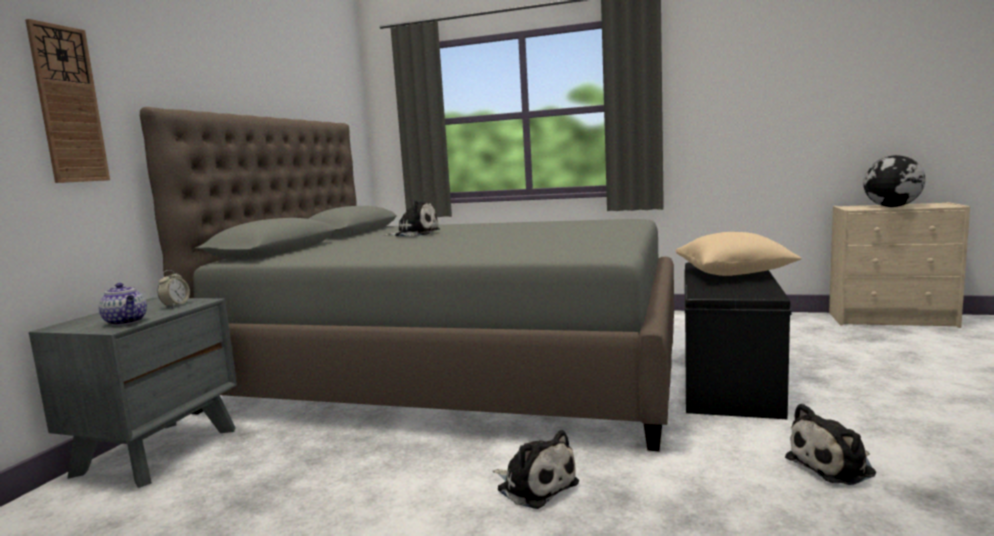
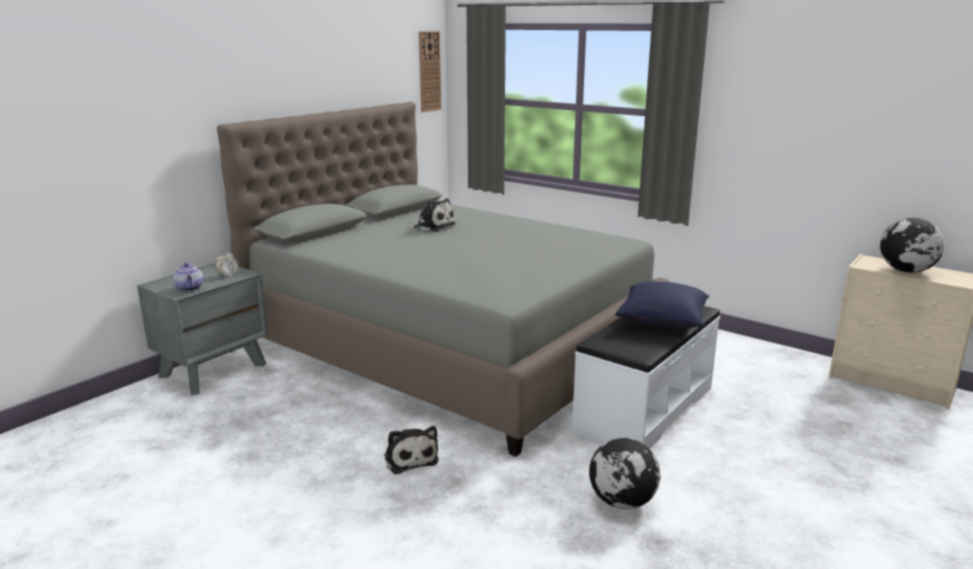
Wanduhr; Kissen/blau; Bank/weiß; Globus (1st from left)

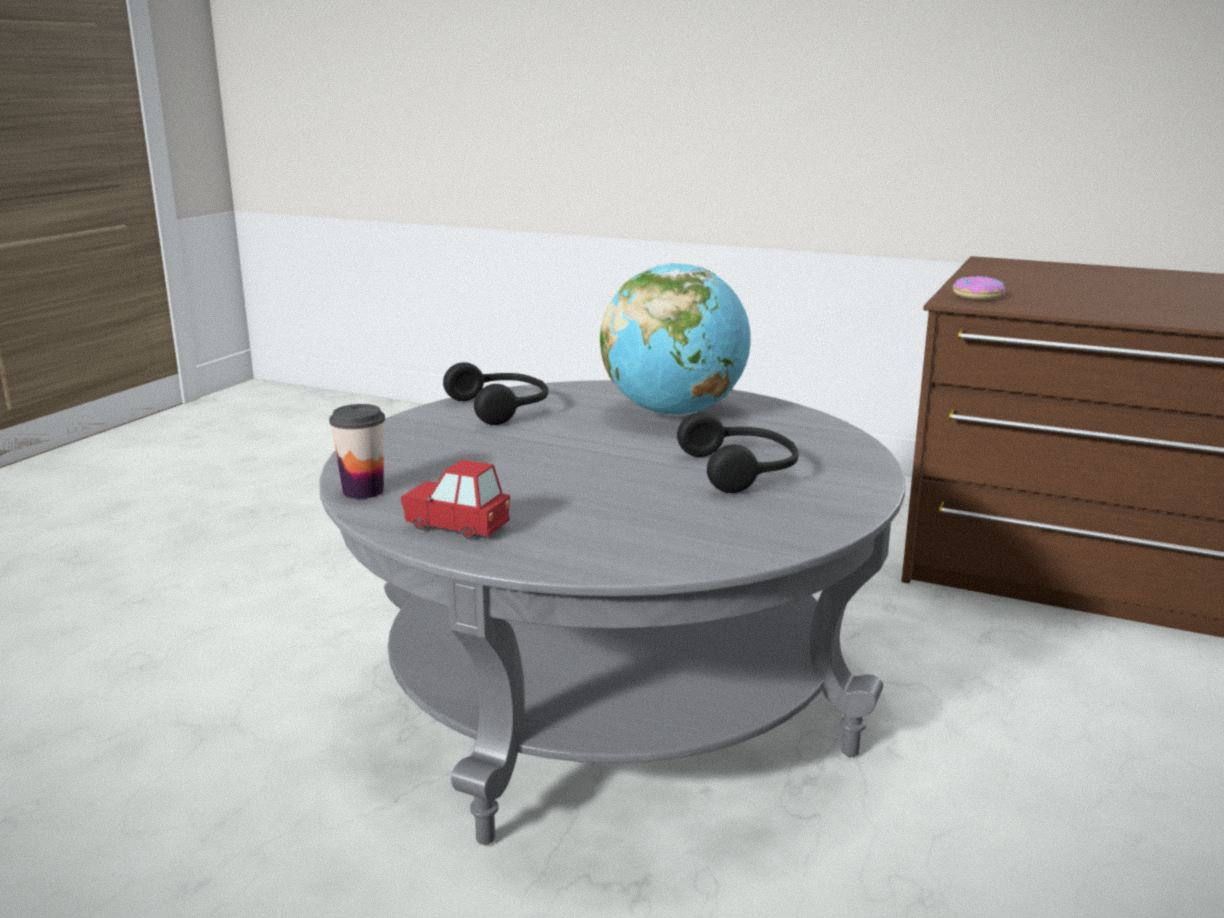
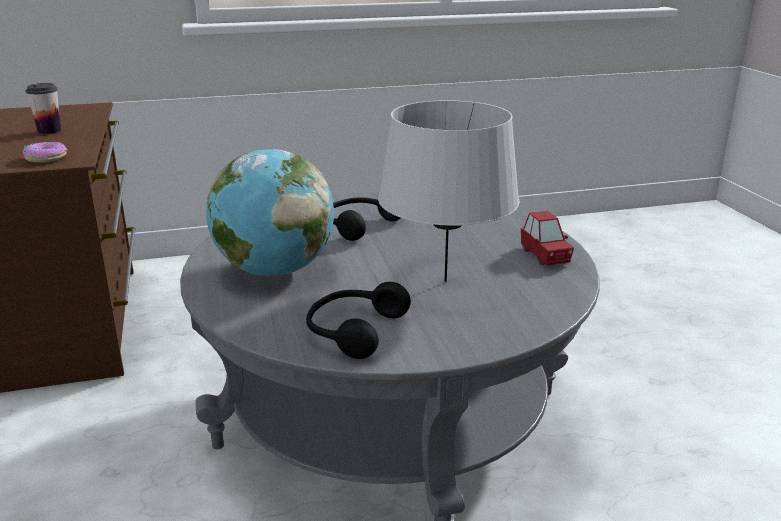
Tasse; Tischlampe/grau

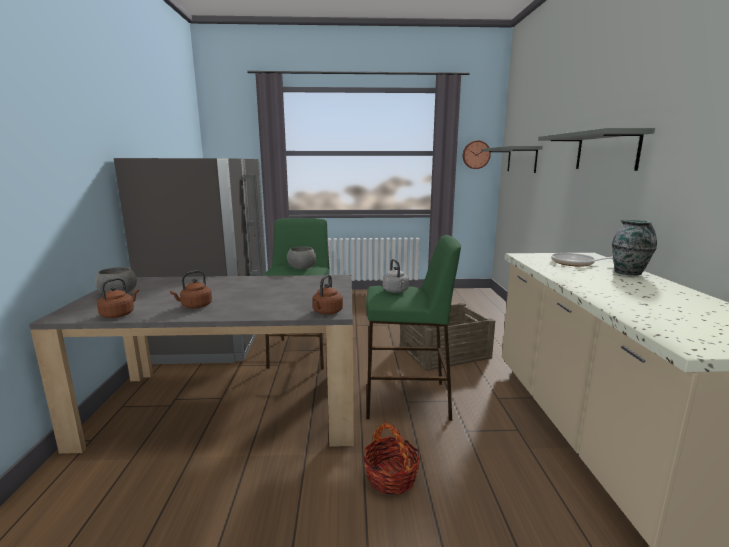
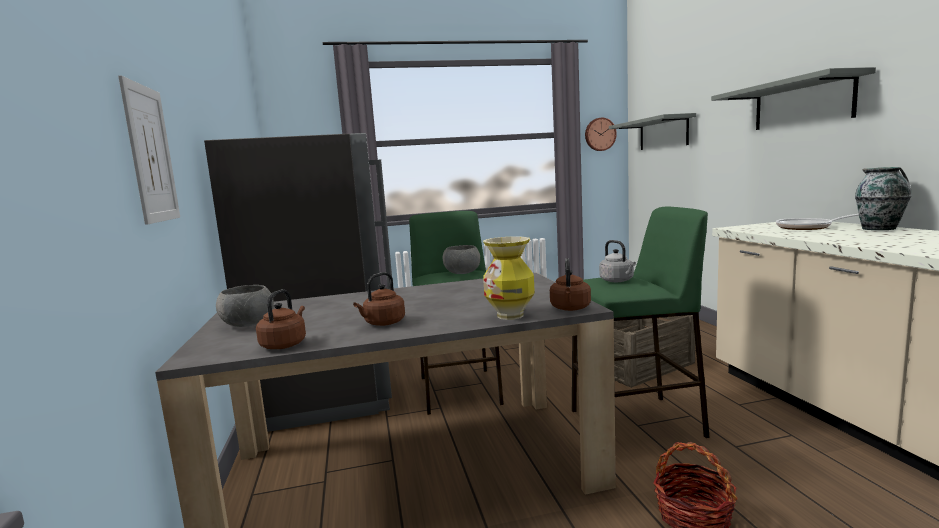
Bild; Vase (1st from left)

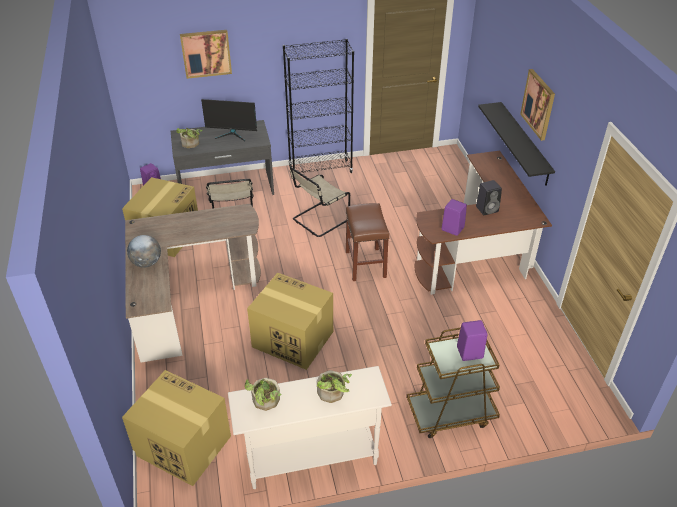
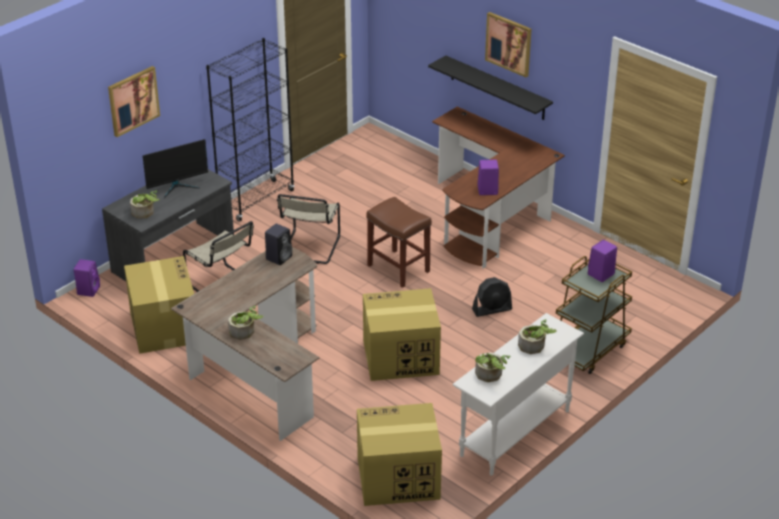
Lautsprecher/schwarz; Topfpflanze (2nd from left); Ventilator/schwarz

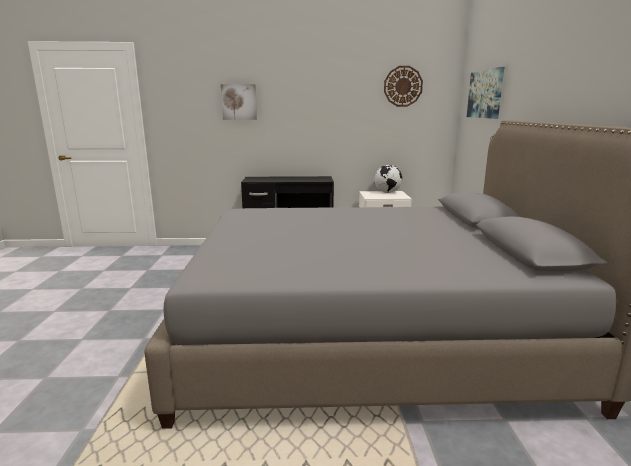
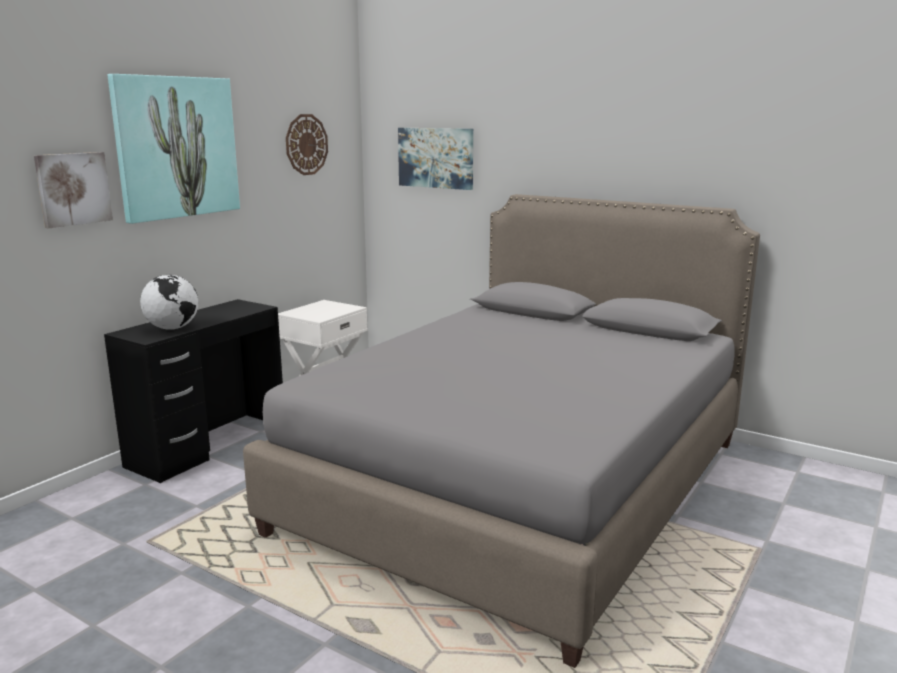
Globus; Bild (2nd from left)

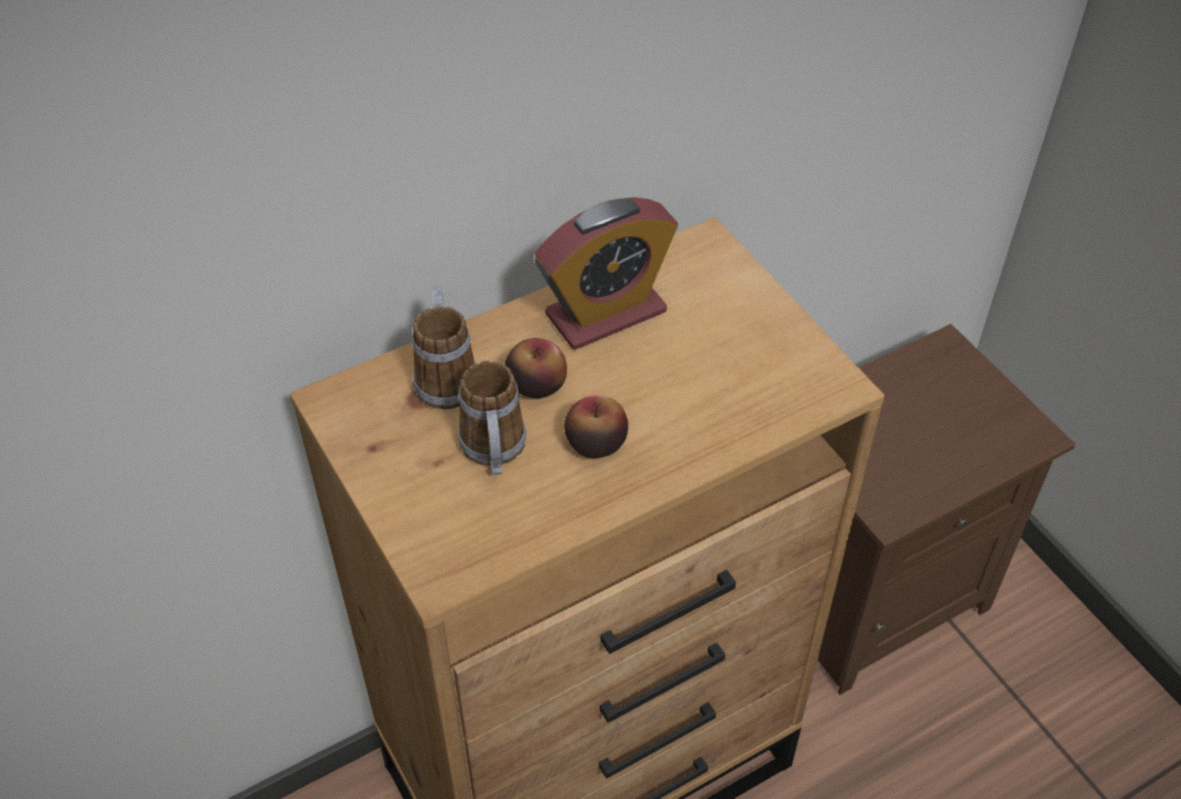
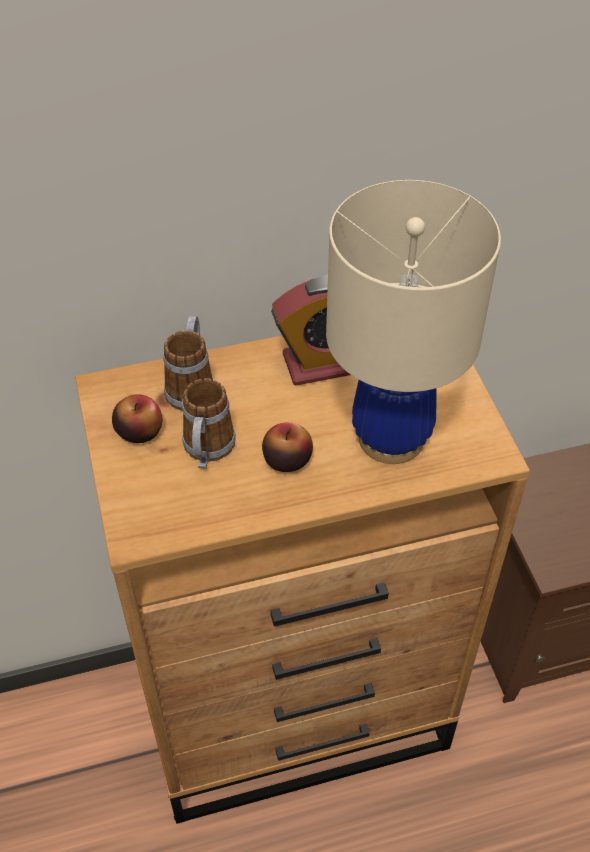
Apfel (1st from left); Tischlampe/beige

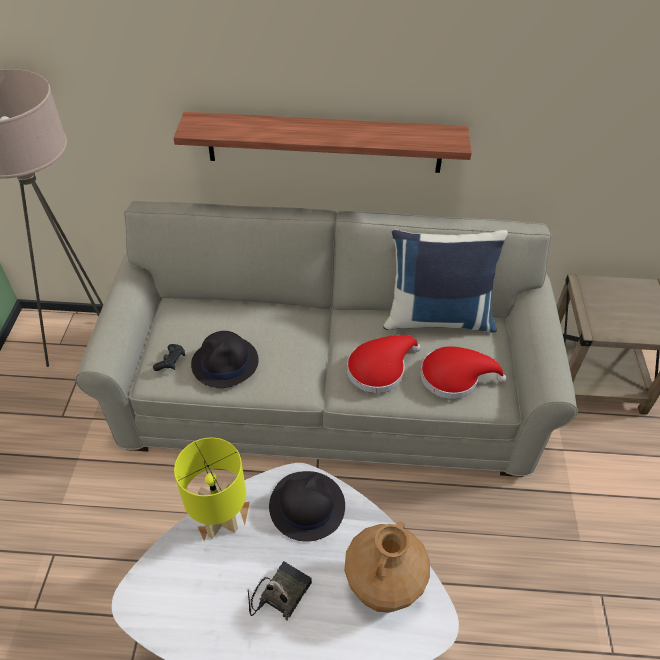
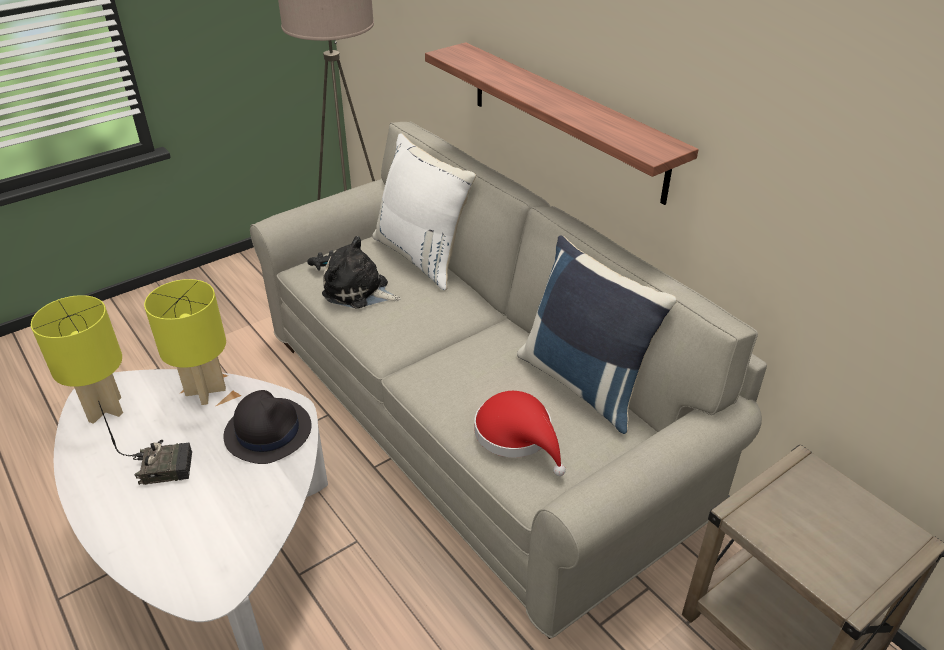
Plüschtier; Hut/rot (1st from left in the first image); Vase/braun; Kissen/weiß; Tischlampe/gelb (1st from left)

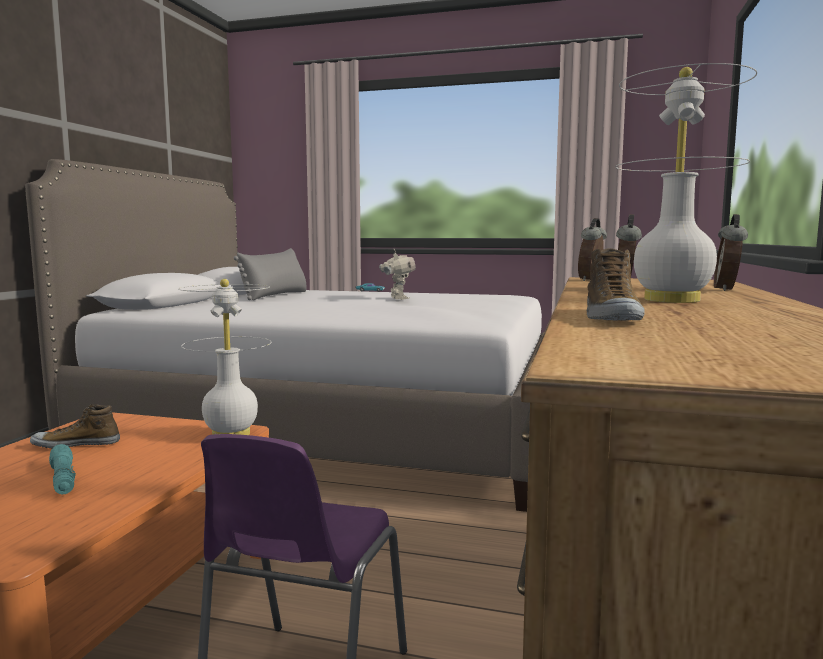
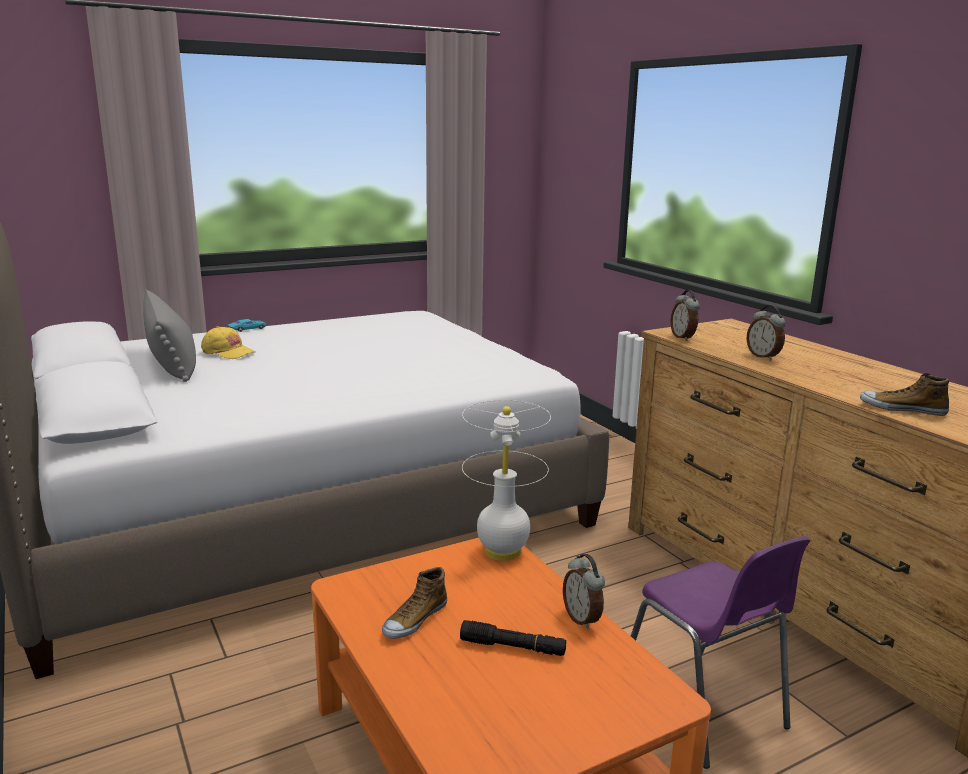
Tischlampe/weiß (2nd from left in the first image); Wecker (1st from left); Spielzeugroboter; Schuh (2nd from left); Taschenlampe/schwarz; Kappe/gelb

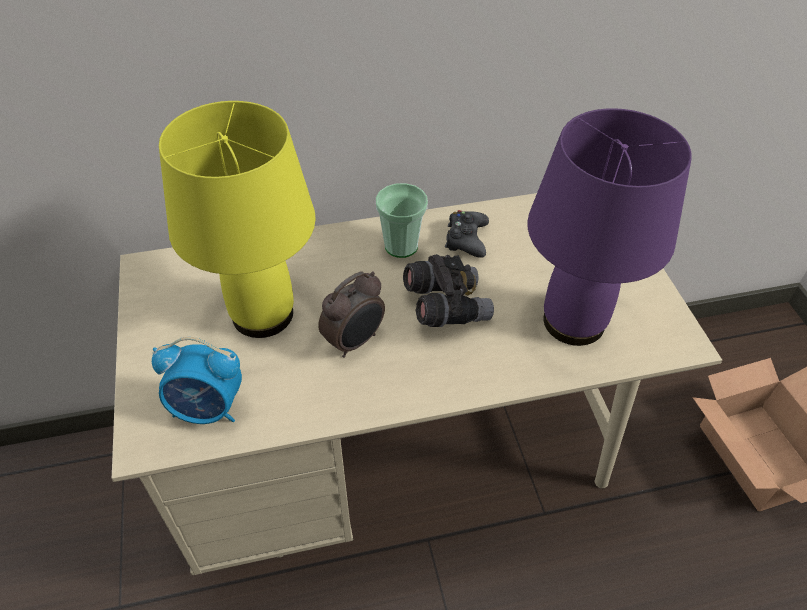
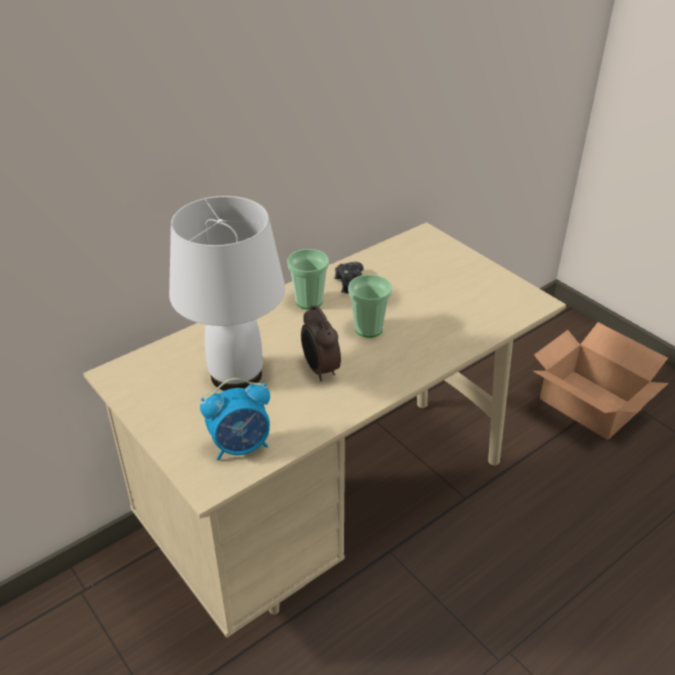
Tischlampe/weiß; Tischlampe/lila; Tasse (2nd from left); Wecker (2nd from left)

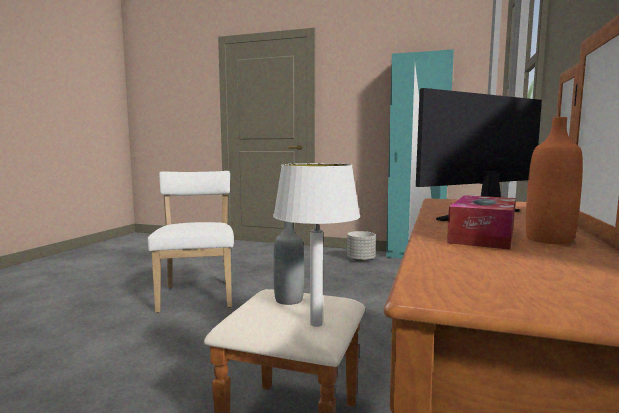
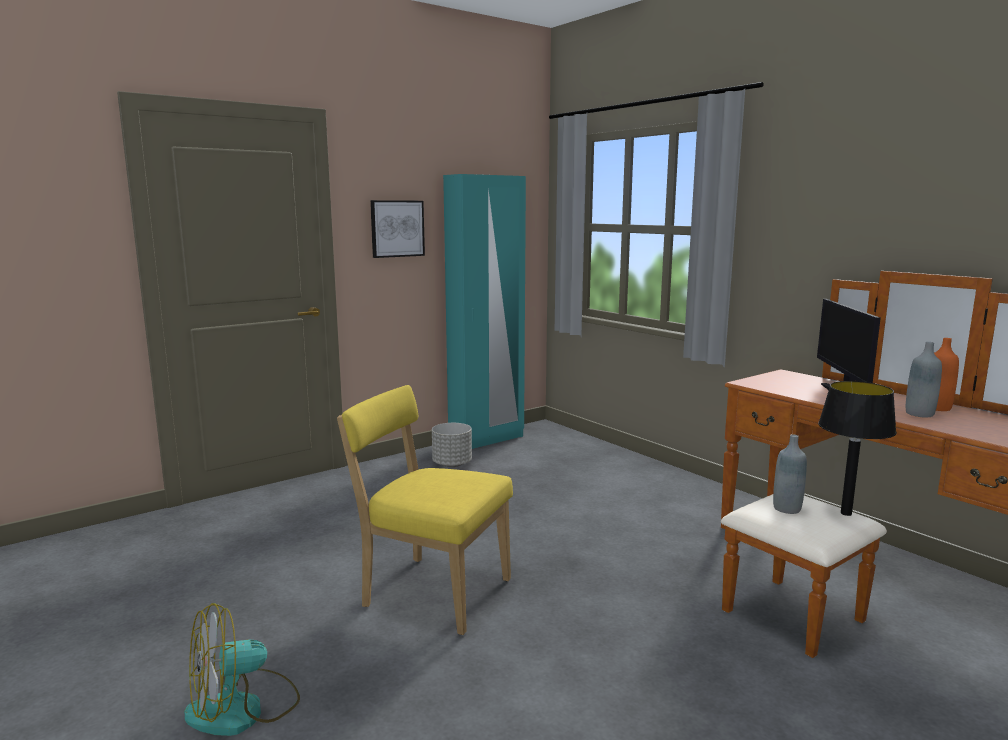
Tischlampe/schwarz; Stuhl/gelb; Flasche/grau (2nd from left); Bild; Ventilator

